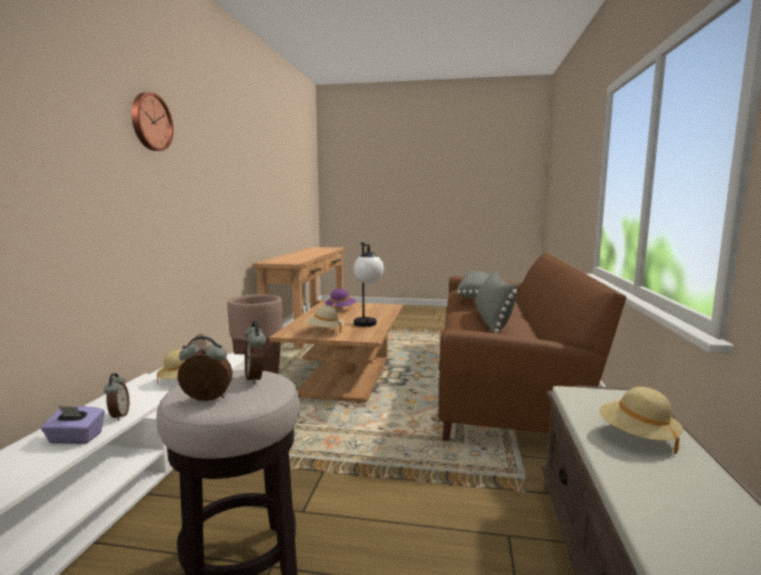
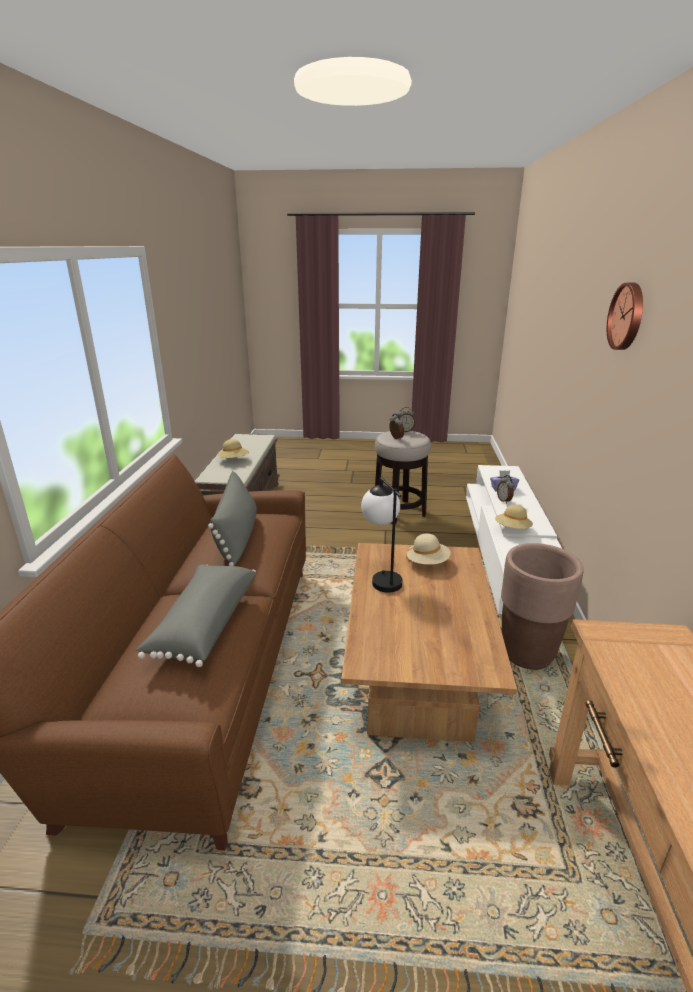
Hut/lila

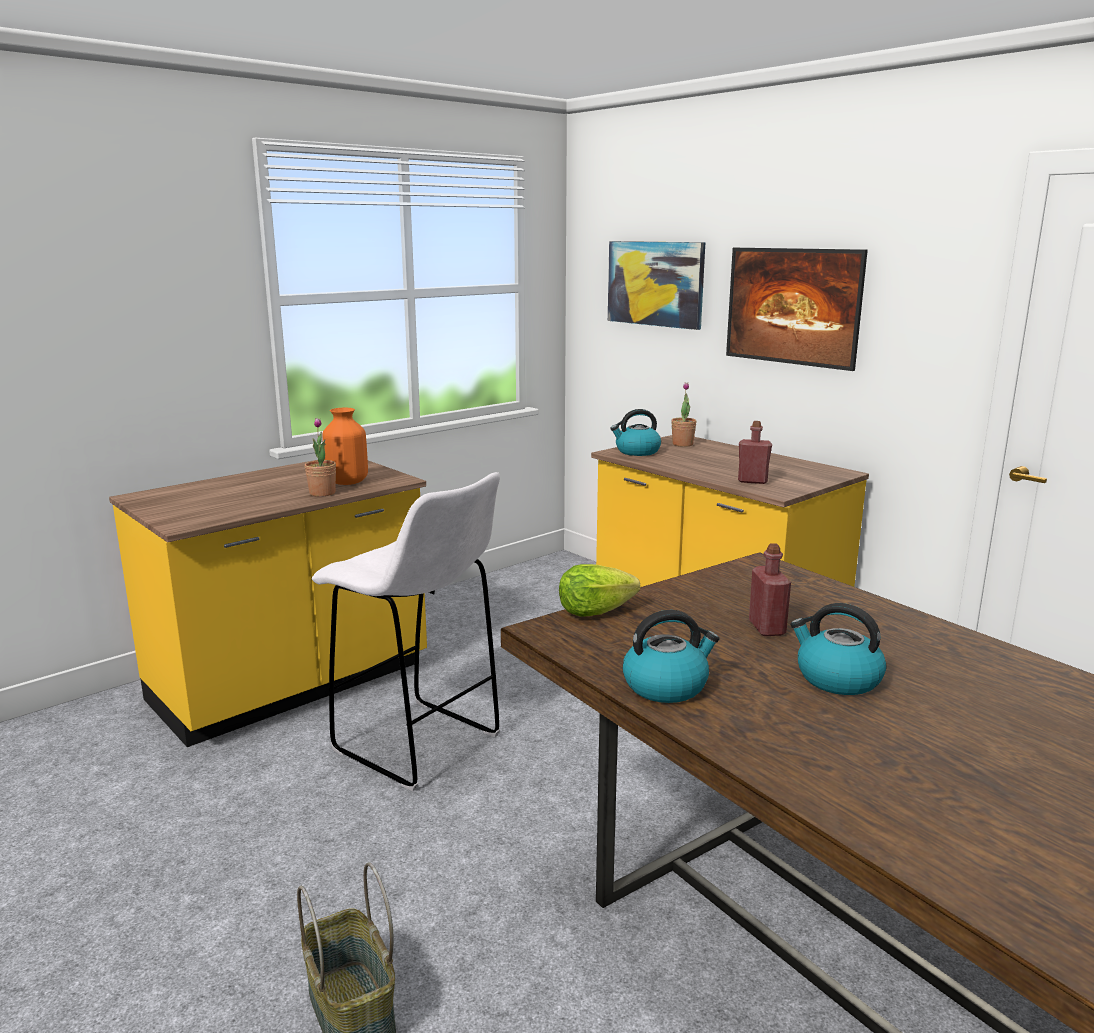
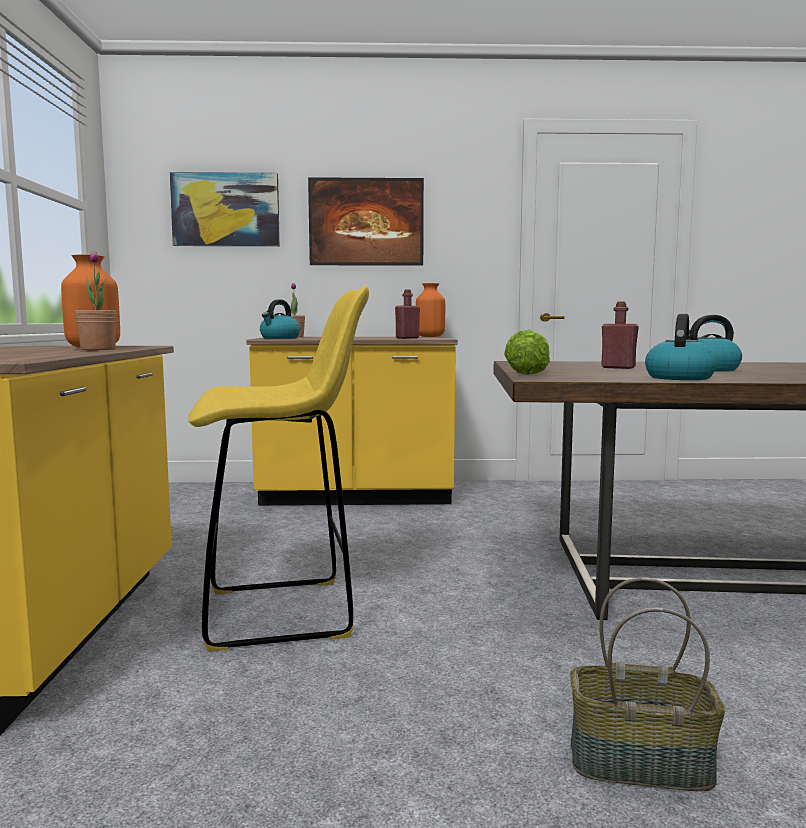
Hocker/gelb; Vase/orange (2nd from left)

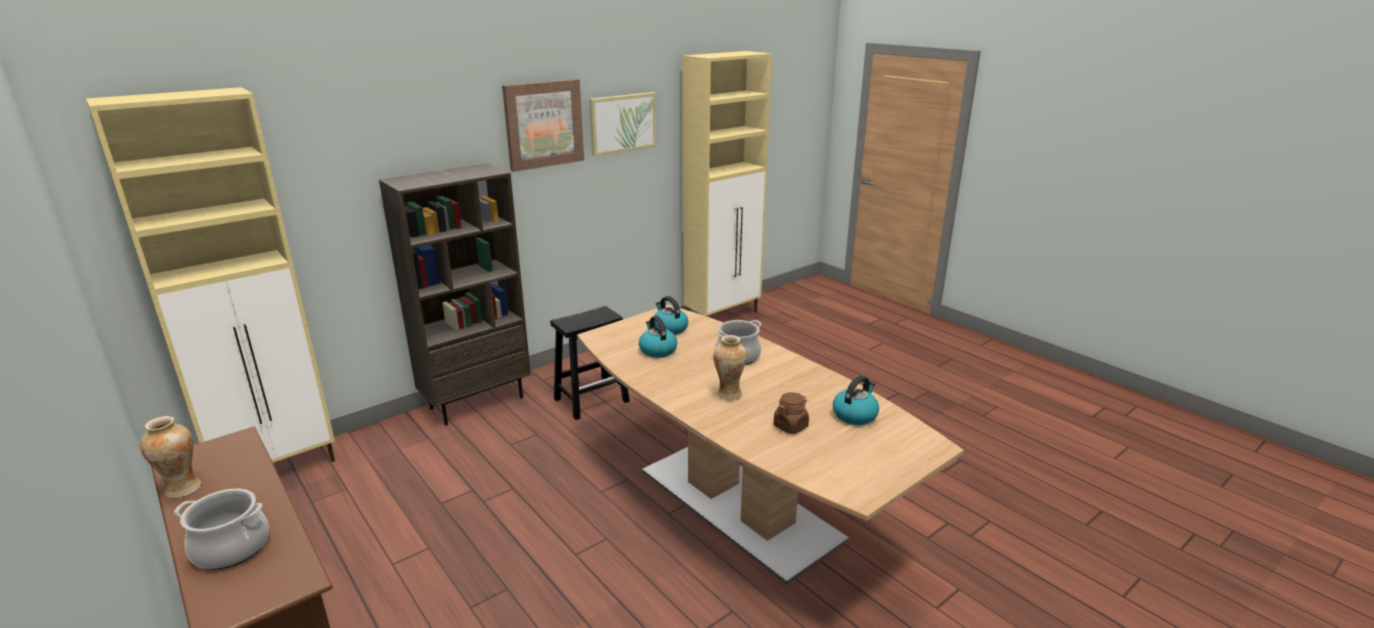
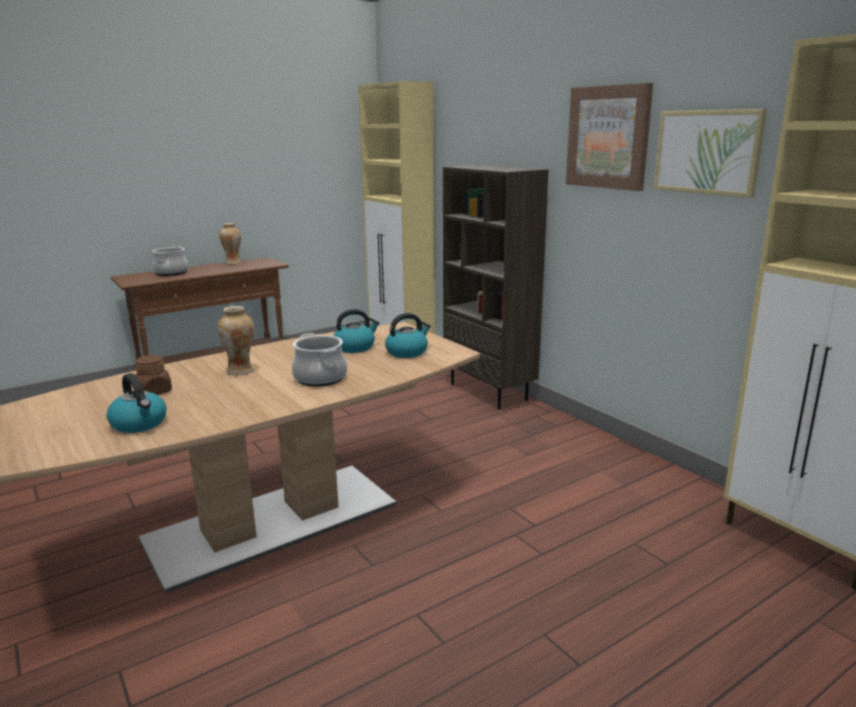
Hocker/schwarz

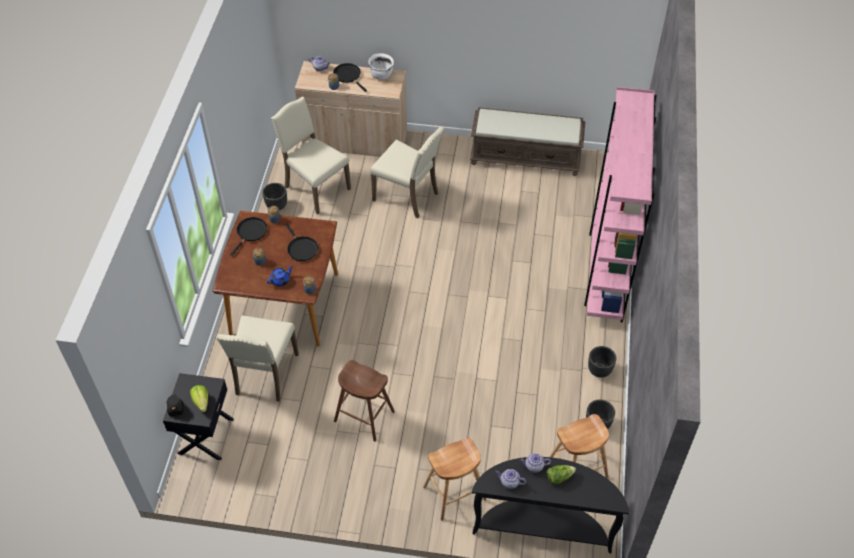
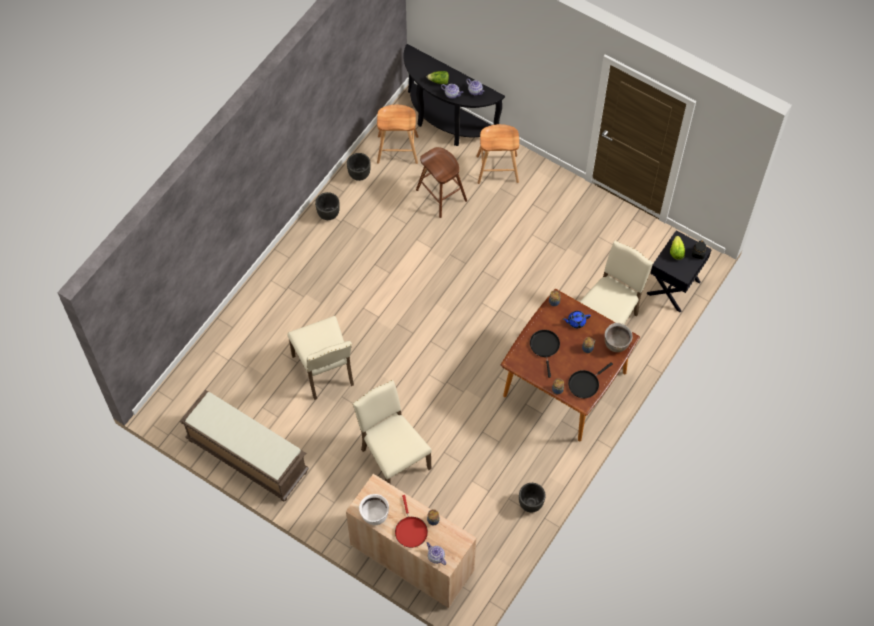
Pfanne/rot; Bücherregal/rosa; Stuhl/beige (1st from left); Hocker/braun (2nd from left); Kochtopf/braun

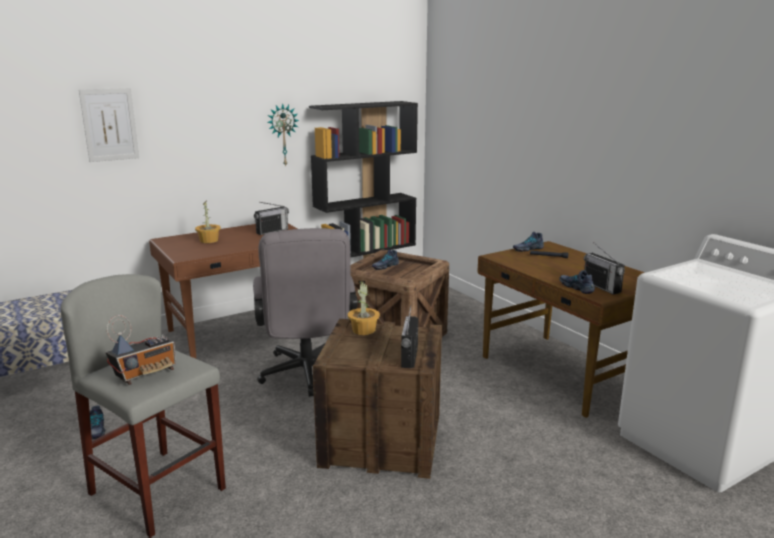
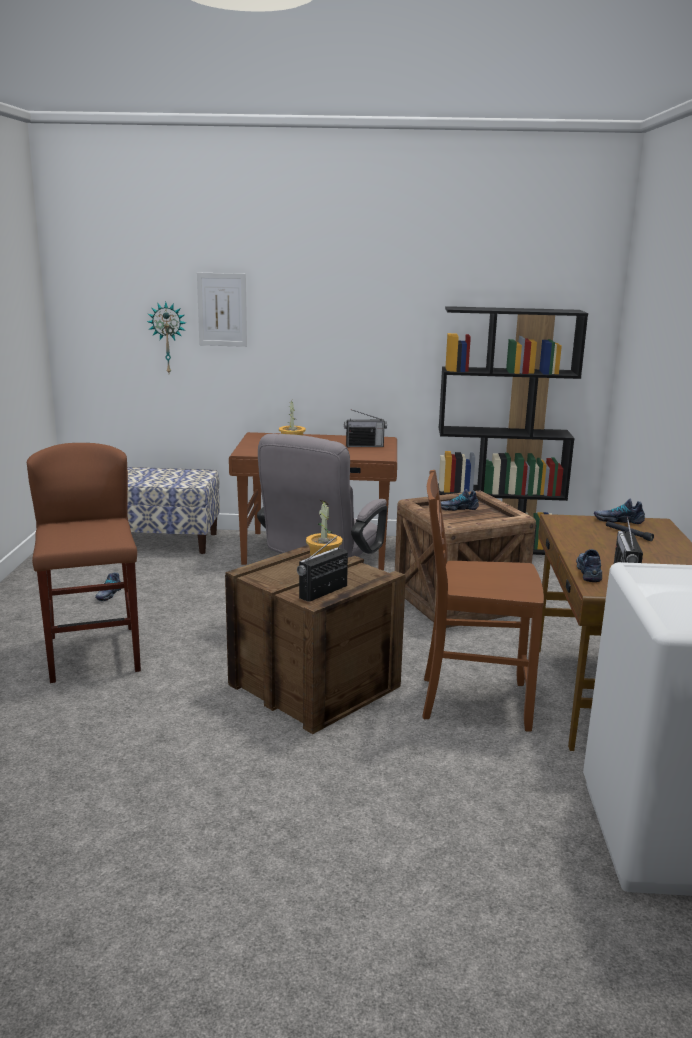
Wanduhr; Hocker/braun; Radio (1st from left in the first image); Stuhl/braun

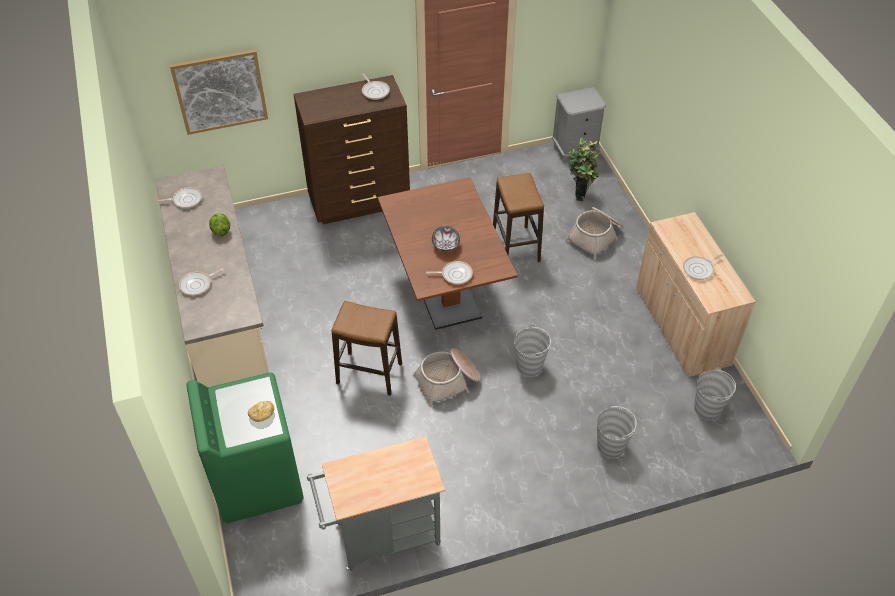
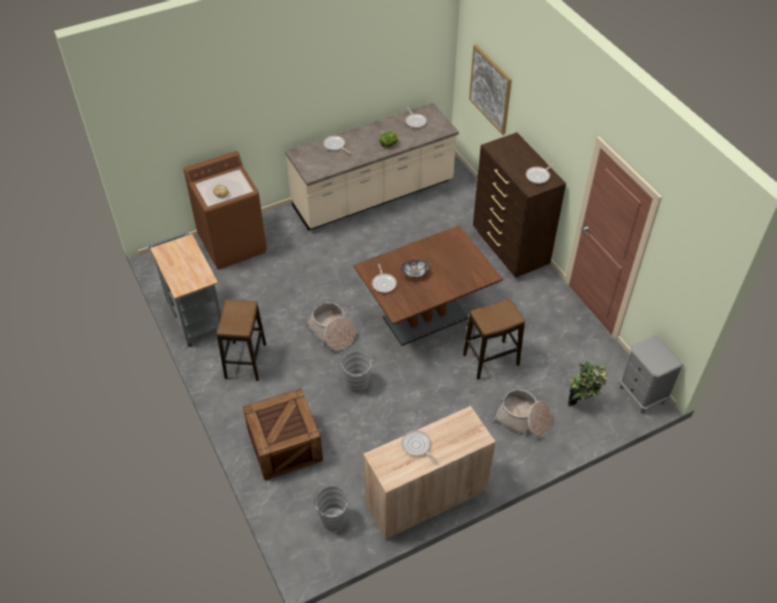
Hocker (1st from left); Waschmaschine/braun; Kiste

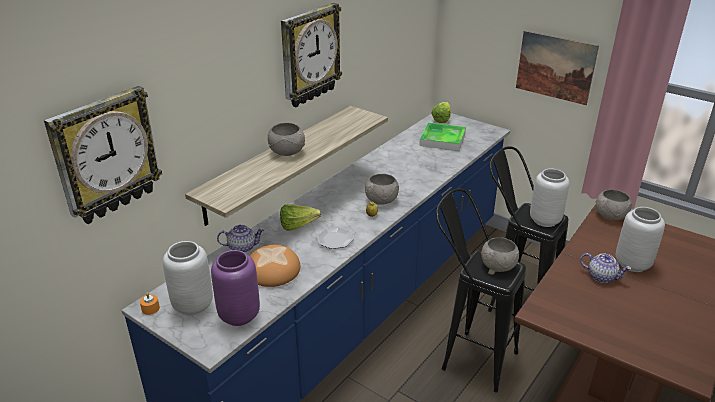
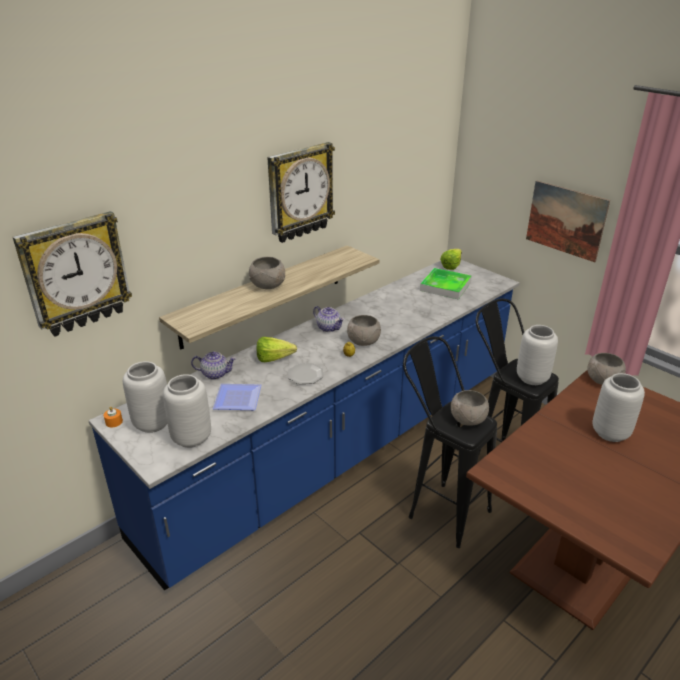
Teller (1st from left); Vase/grau (2nd from left); Teekanne (2nd from left)

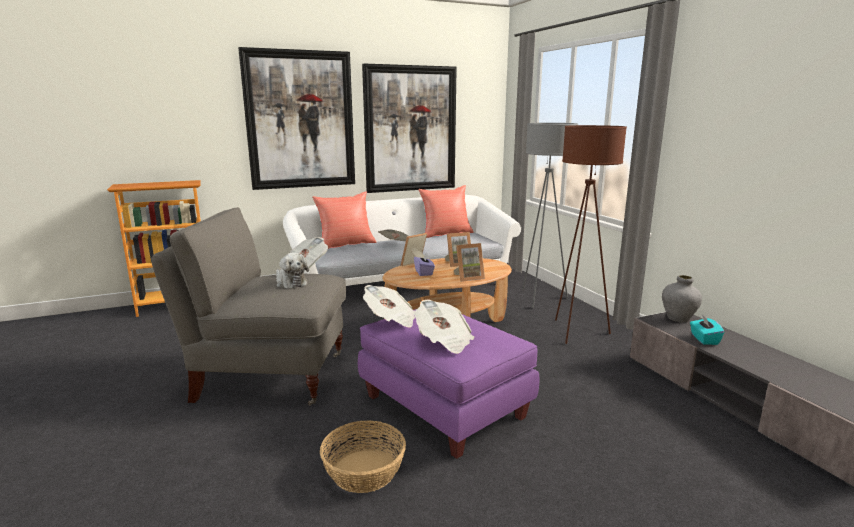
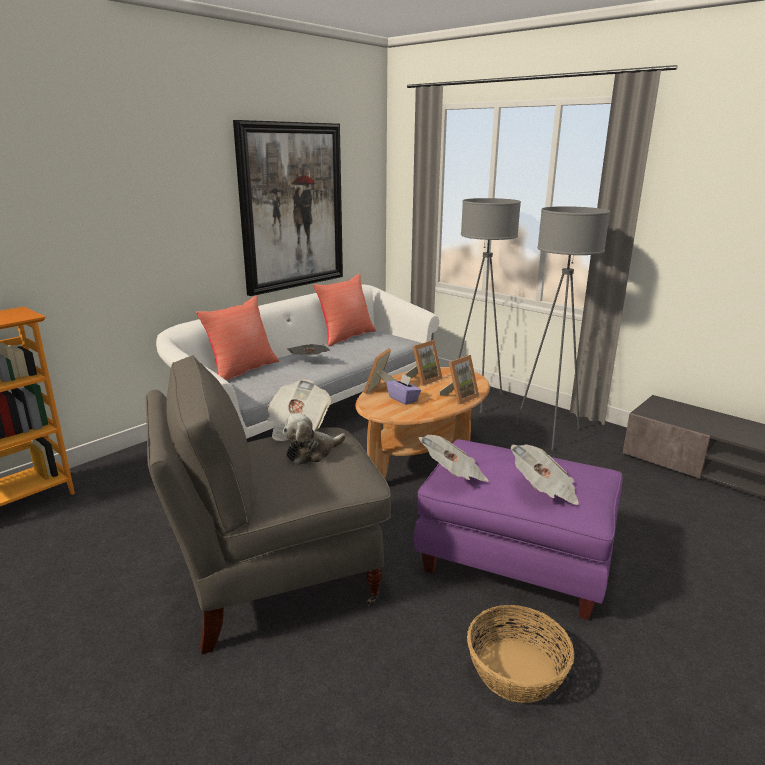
Bild (1st from left in the first image); Stehlampe/grau (2nd from left); Plüschtier; Vase/grau; Taschentuchbox/türkis

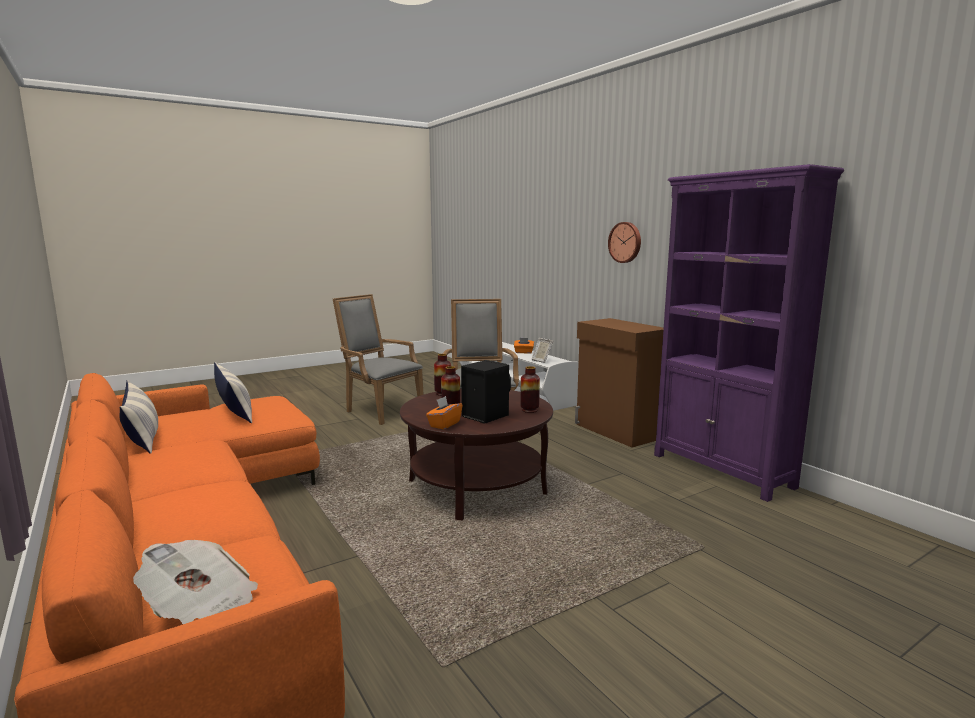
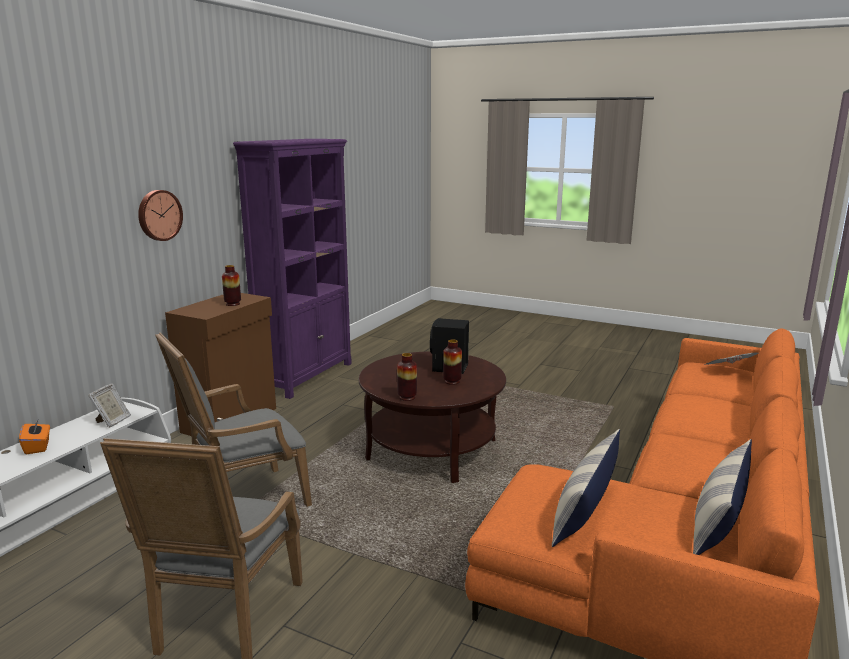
Vase (1st from left); Taschentuchbox/orange (1st from left in the first image)

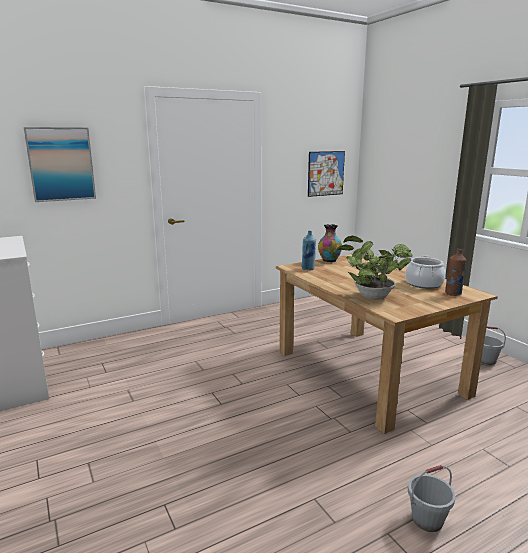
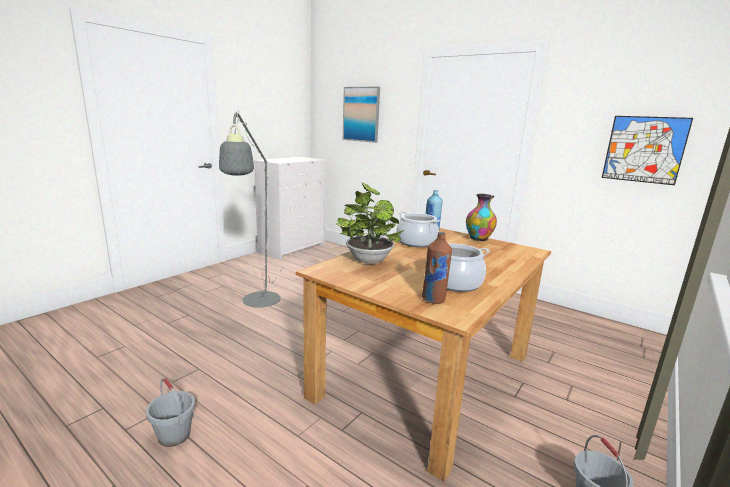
Stehlampe/grau; Kochtopf (1st from left)

